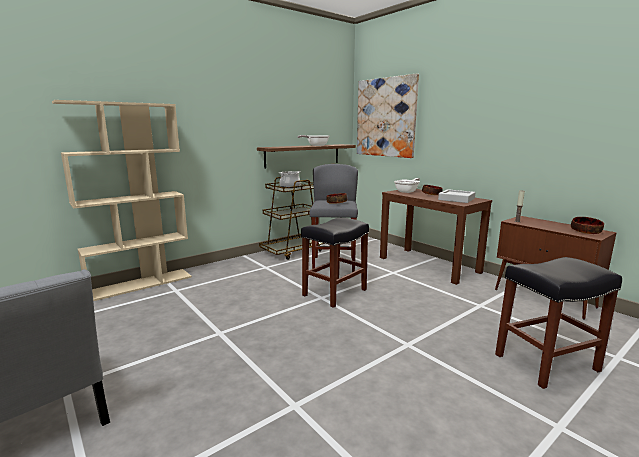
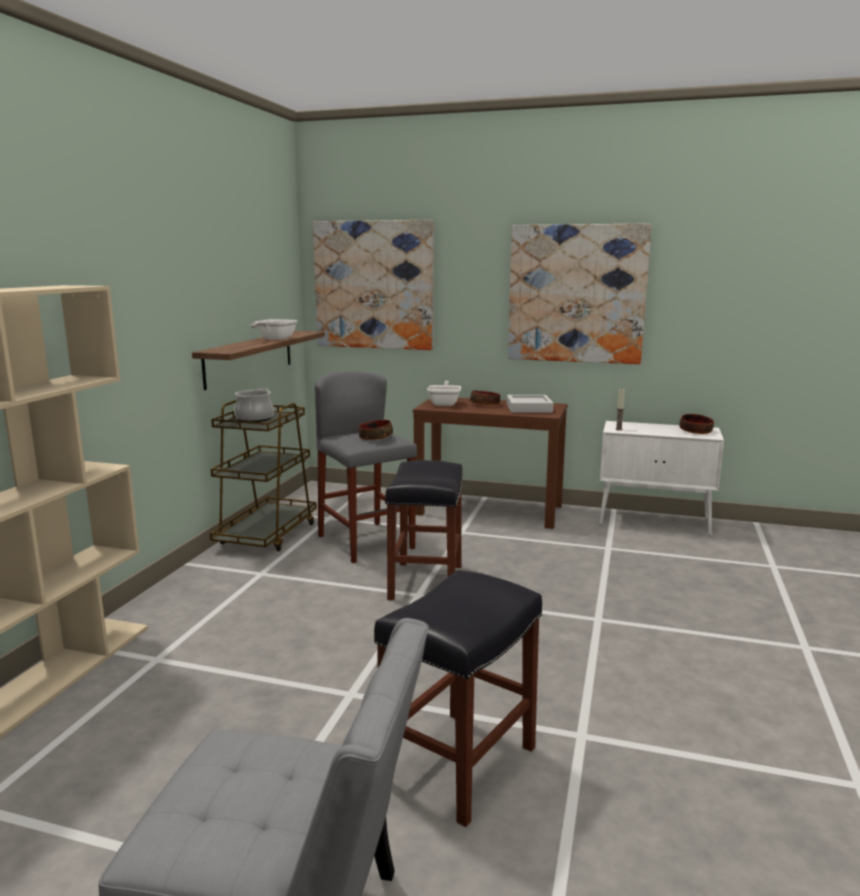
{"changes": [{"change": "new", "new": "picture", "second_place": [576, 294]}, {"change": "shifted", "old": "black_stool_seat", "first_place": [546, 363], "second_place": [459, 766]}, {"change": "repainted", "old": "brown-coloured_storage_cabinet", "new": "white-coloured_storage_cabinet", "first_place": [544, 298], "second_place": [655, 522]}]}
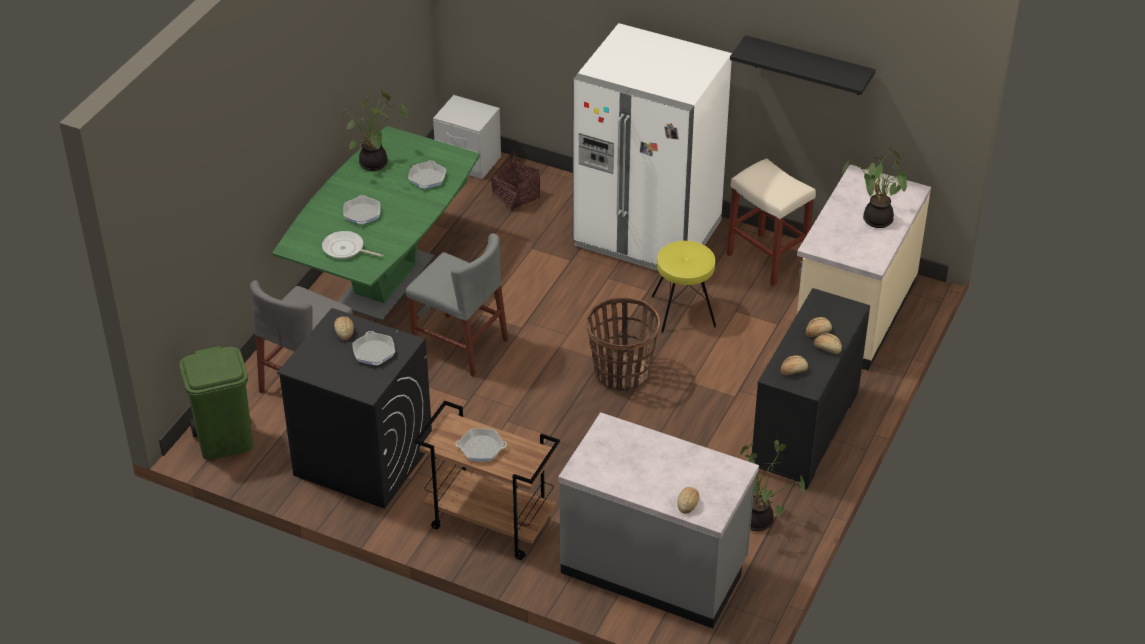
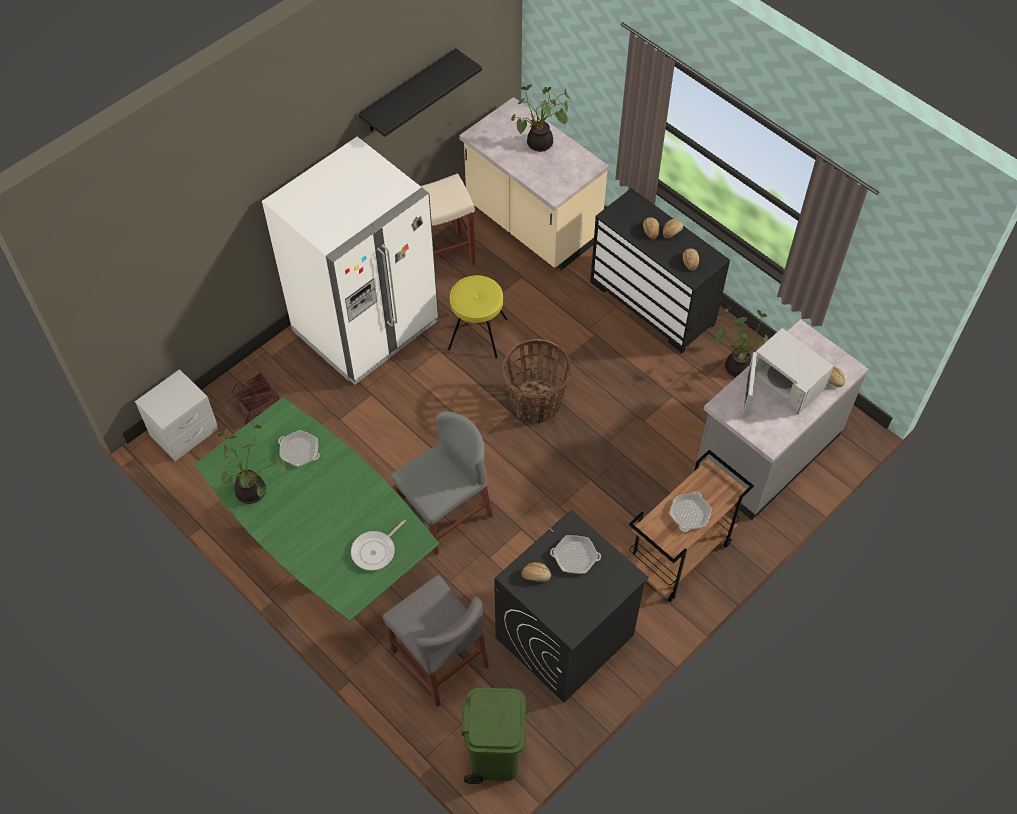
{"changes": [{"change": "gone", "old": "skillet", "first_place": [362, 213]}, {"change": "new", "new": "white-coloured_kitchen_microwave", "second_place": [782, 383]}]}
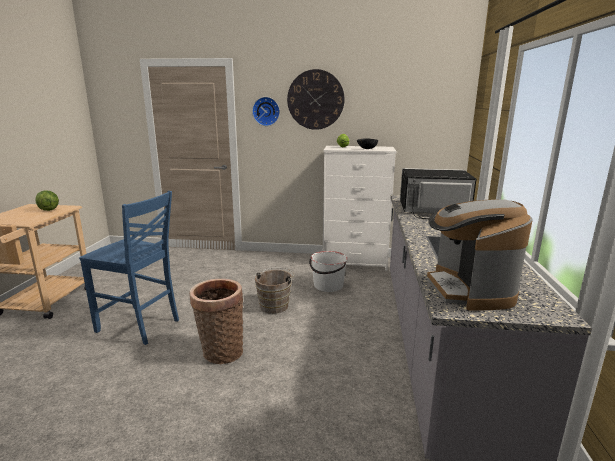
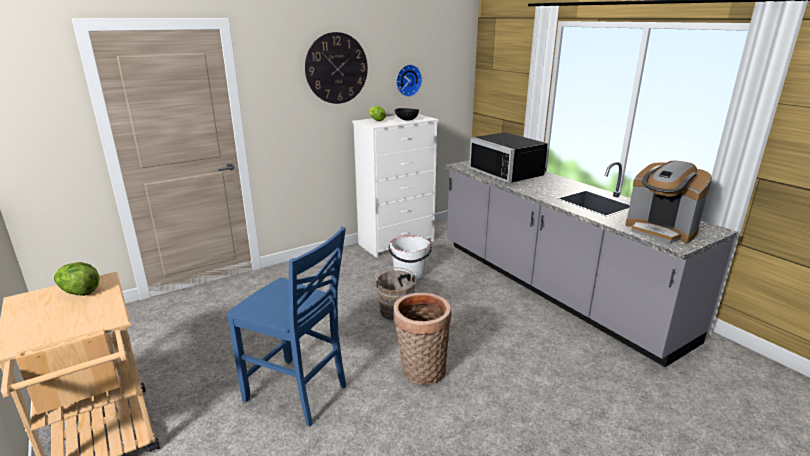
{"changes": [{"change": "shifted", "old": "wall_clock", "first_place": [266, 111], "second_place": [407, 80]}, {"change": "rotated", "old": "blue_chair", "first_place": [140, 326], "second_place": [298, 393], "degrees": 45}, {"change": "rotated", "old": "black_kitchen_microwave", "first_place": [433, 210], "second_place": [509, 173], "degrees": -90}]}
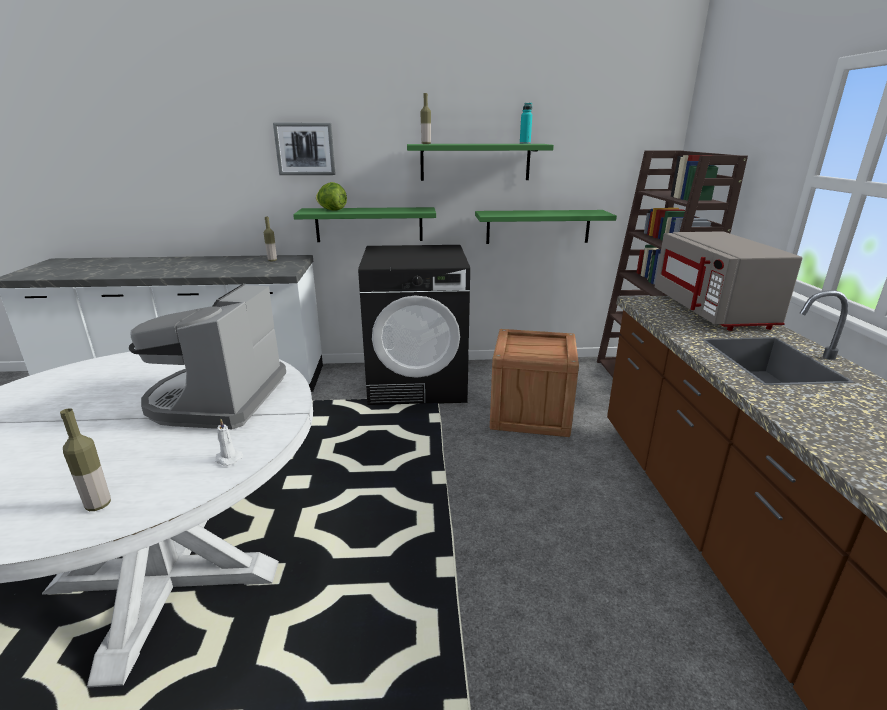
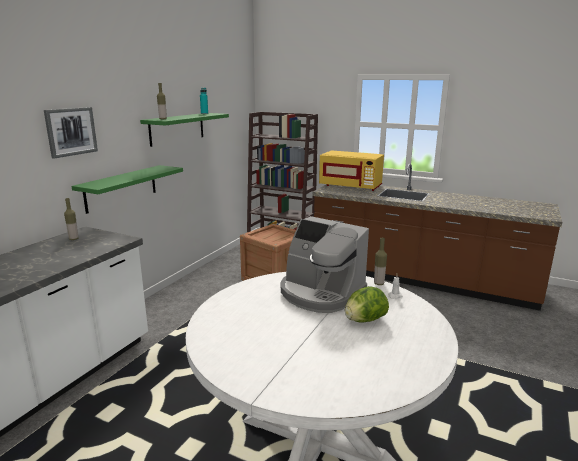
{"changes": [{"change": "gone", "old": "black_laundry_appliance", "first_place": [417, 382]}, {"change": "gone", "old": "green-coloured_wall_shelf", "first_place": [538, 226]}, {"change": "shifted", "old": "drink_bottle", "first_place": [98, 505], "second_place": [379, 283]}, {"change": "shifted", "old": "head_of_lettuce", "first_place": [332, 210], "second_place": [364, 320]}, {"change": "repainted", "old": "gray_kitchen_microwave", "new": "yellowish_kitchen_microwave", "first_place": [712, 311], "second_place": [350, 186]}]}
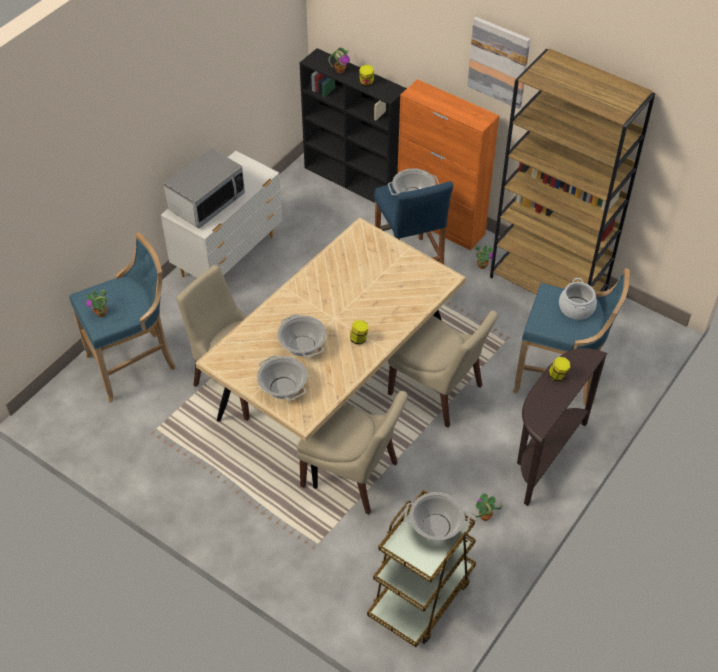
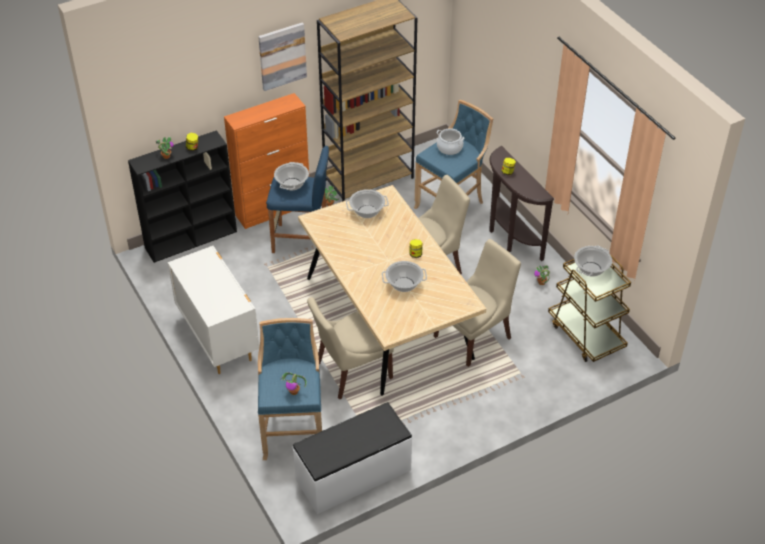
{"changes": [{"change": "gone", "old": "kitchen_microwave", "first_place": [206, 202]}, {"change": "new", "new": "white-coloured_indoor_bench", "second_place": [354, 475]}, {"change": "shifted", "old": "stockpot", "first_place": [282, 387], "second_place": [367, 212]}]}
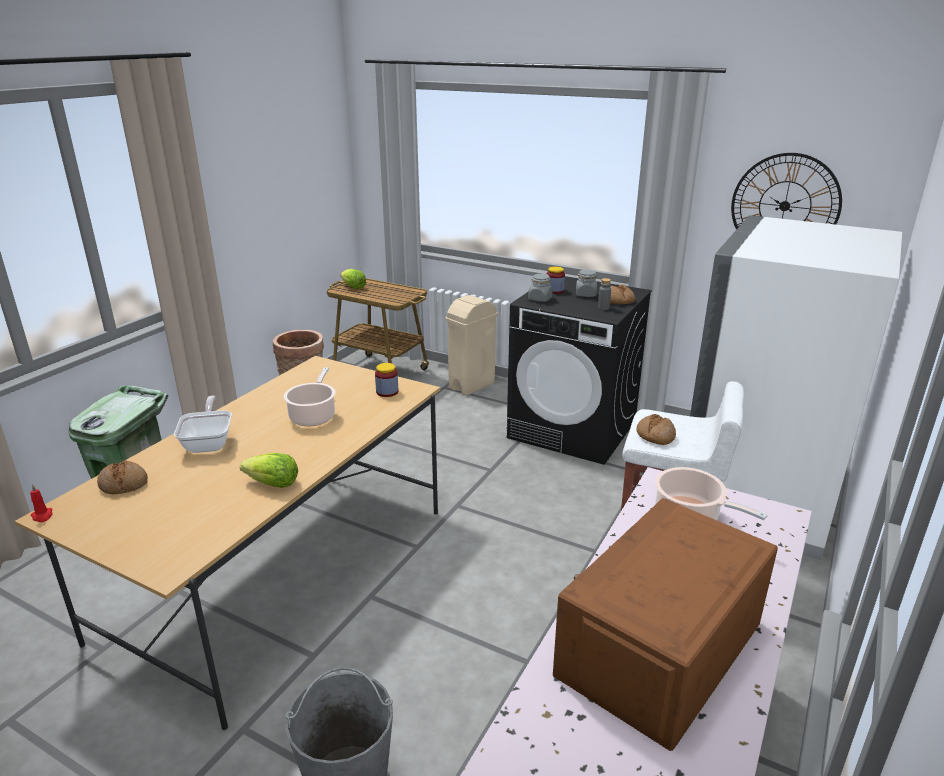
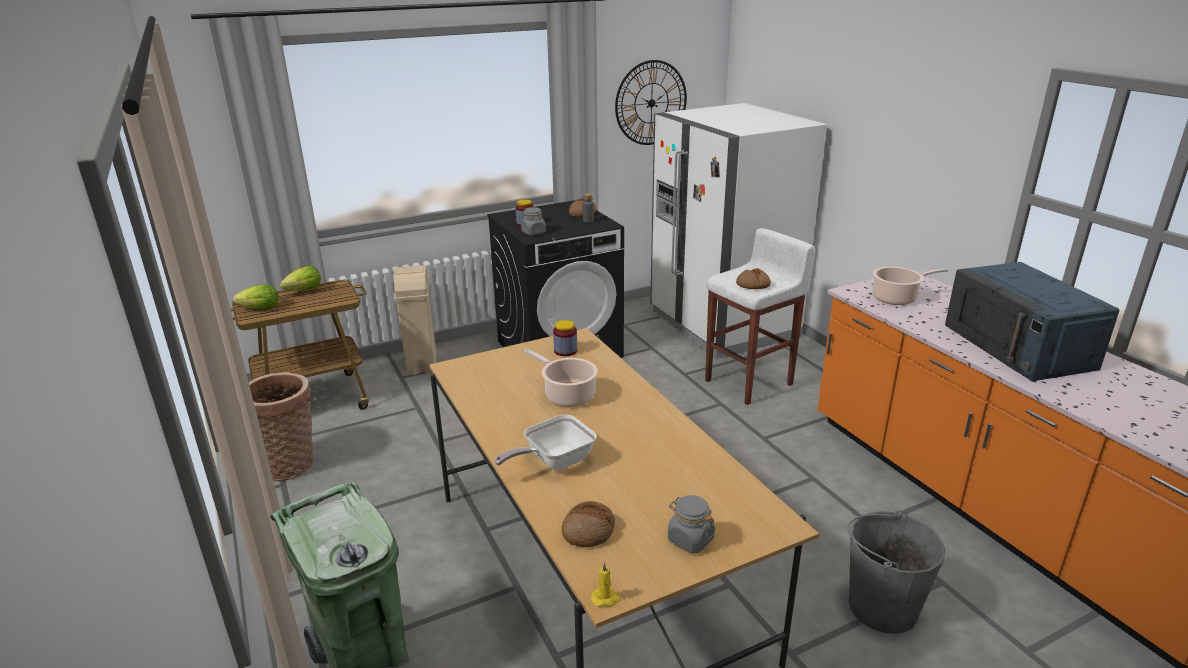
{"changes": [{"change": "shifted", "old": "head_of_lettuce", "first_place": [273, 484], "second_place": [305, 290]}, {"change": "shifted", "old": "gray_preserve_jar", "first_place": [585, 294], "second_place": [690, 539]}, {"change": "repainted", "old": "red_wax_candle", "new": "yellowish_wax_candle", "first_place": [42, 516], "second_place": [606, 598]}, {"change": "repainted", "old": "brown-coloured_kitchen_microwave", "new": "blue_kitchen_microwave", "first_place": [660, 649], "second_place": [1019, 346]}, {"change": "rotated", "old": "skillet", "first_place": [209, 442], "second_place": [553, 462], "degrees": -60}]}
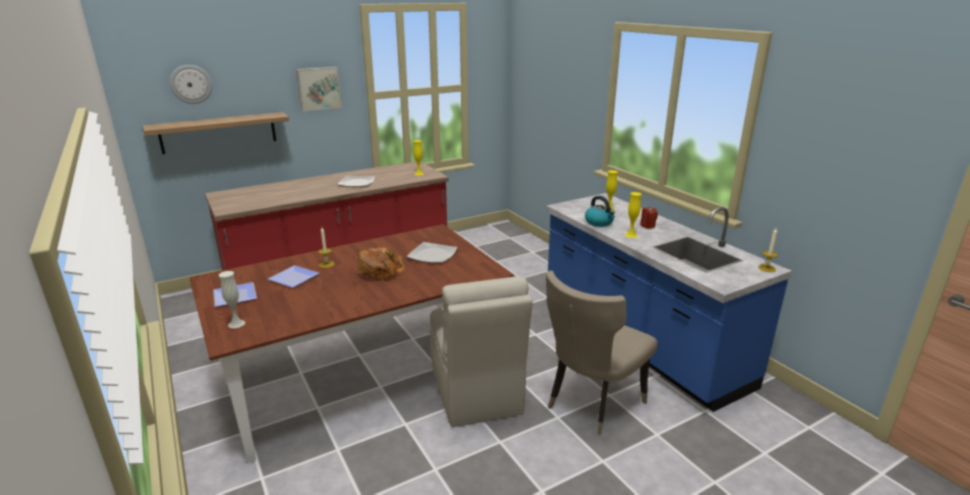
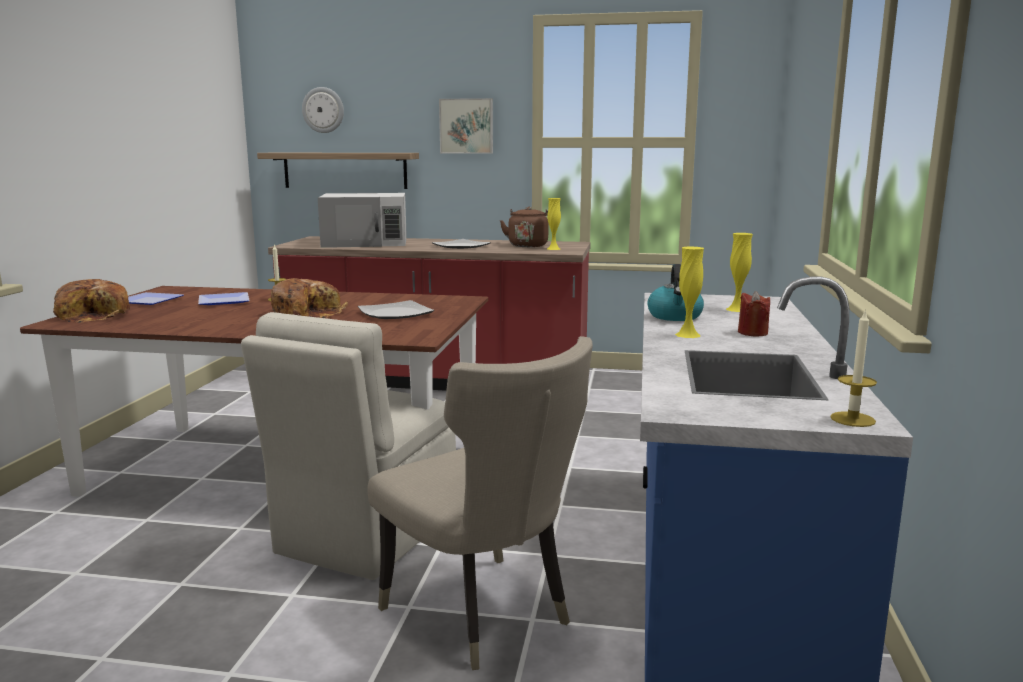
{"changes": [{"change": "new", "new": "white-coloured_kitchen_microwave", "second_place": [366, 242]}, {"change": "new", "new": "brown-coloured_water_kettle", "second_place": [528, 245]}, {"change": "swapped", "old": "white-coloured_flower_vase", "new": "bread", "first_place": [236, 324], "second_place": [95, 315]}, {"change": "rotated", "old": "sand-coloured_chair", "first_place": [591, 404], "second_place": [483, 615], "degrees": -120}]}
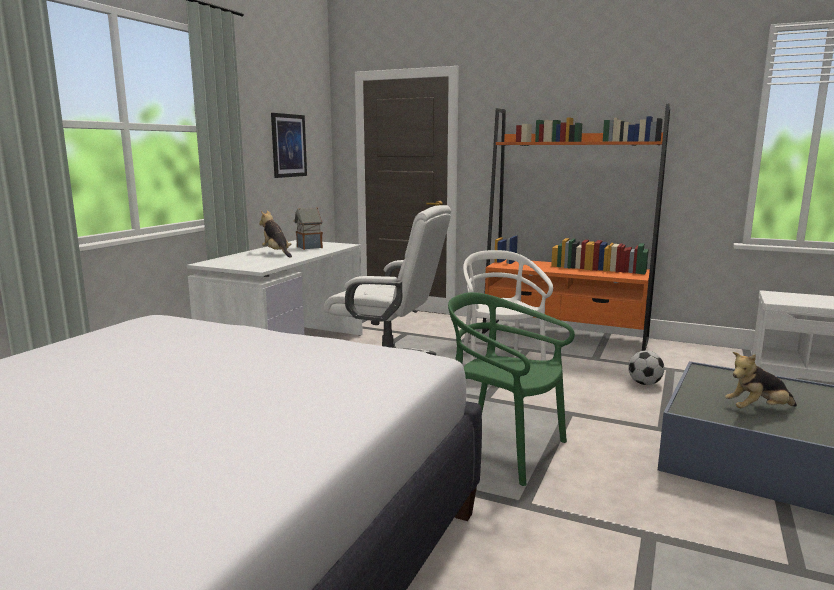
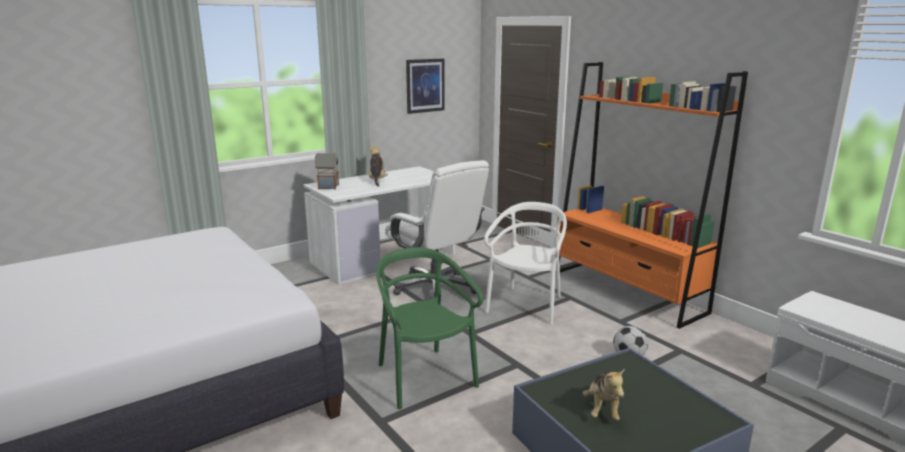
{"changes": [{"change": "shifted", "old": "miniature_house", "first_place": [309, 247], "second_place": [328, 187]}, {"change": "rotated", "old": "plush_toy", "first_place": [758, 410], "second_place": [602, 409], "degrees": -105}]}
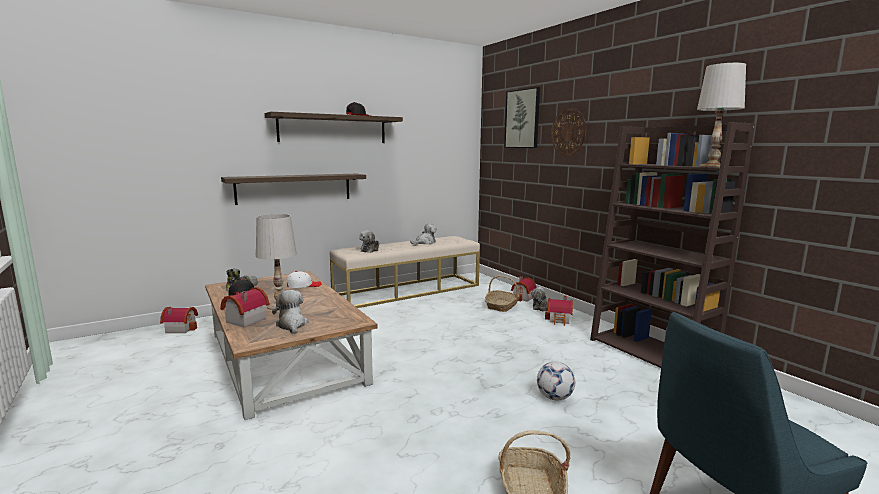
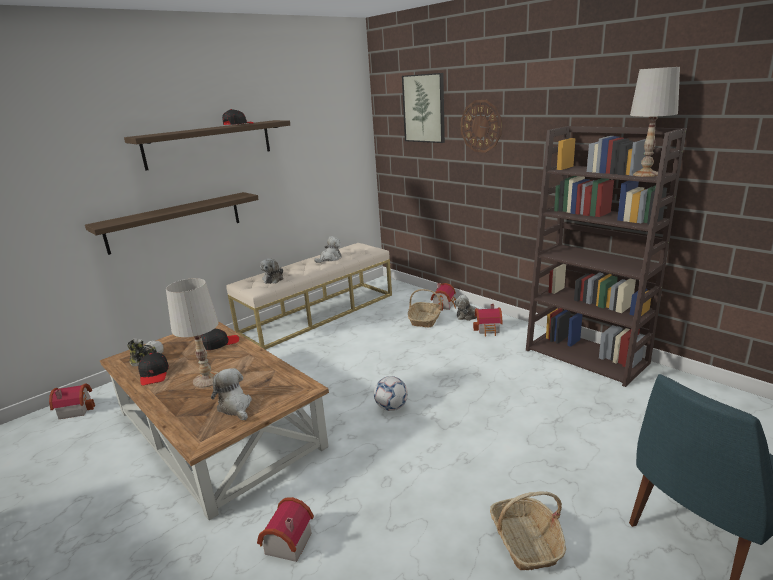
{"changes": [{"change": "shifted", "old": "miniature_house", "first_place": [244, 320], "second_place": [285, 544]}, {"change": "shifted", "old": "football_ball", "first_place": [554, 397], "second_place": [391, 407]}, {"change": "repainted", "old": "white-coloured_baseball_cap", "new": "black_baseball_cap", "first_place": [304, 285], "second_place": [219, 343]}]}
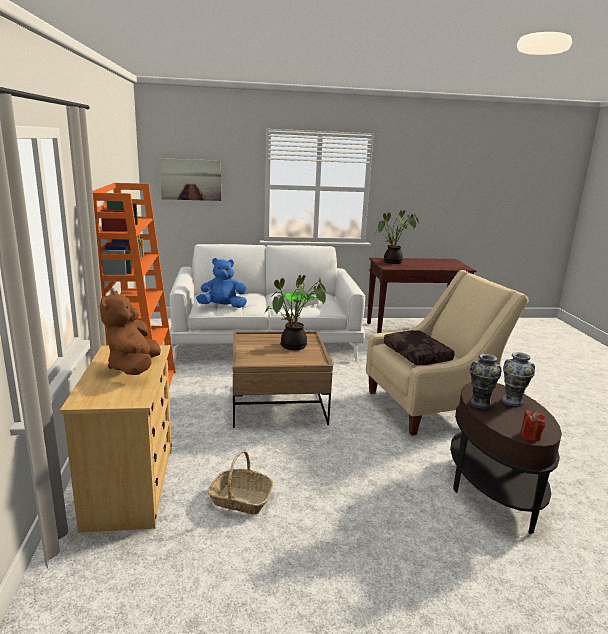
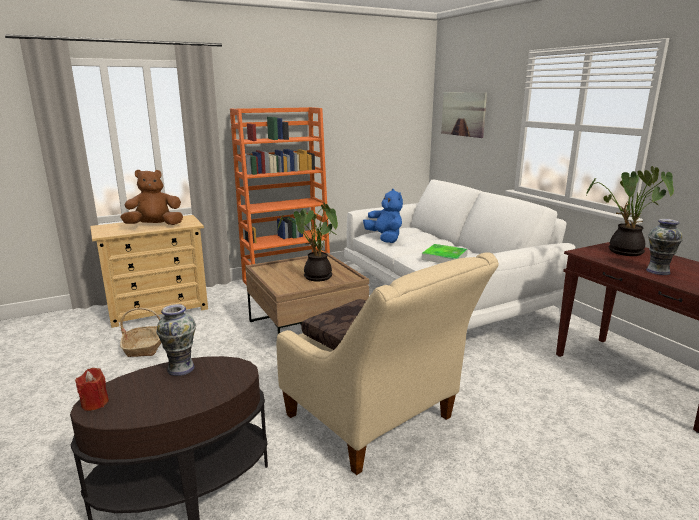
{"changes": [{"change": "shifted", "old": "flower_vase", "first_place": [512, 401], "second_place": [658, 271]}]}
